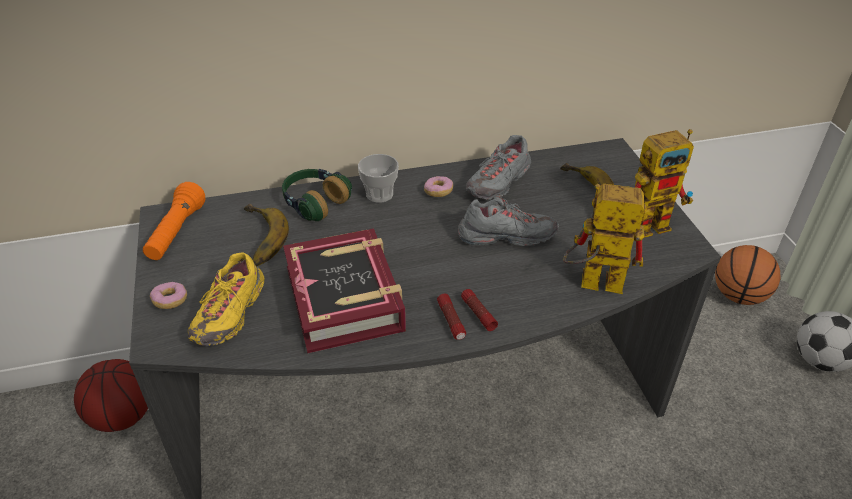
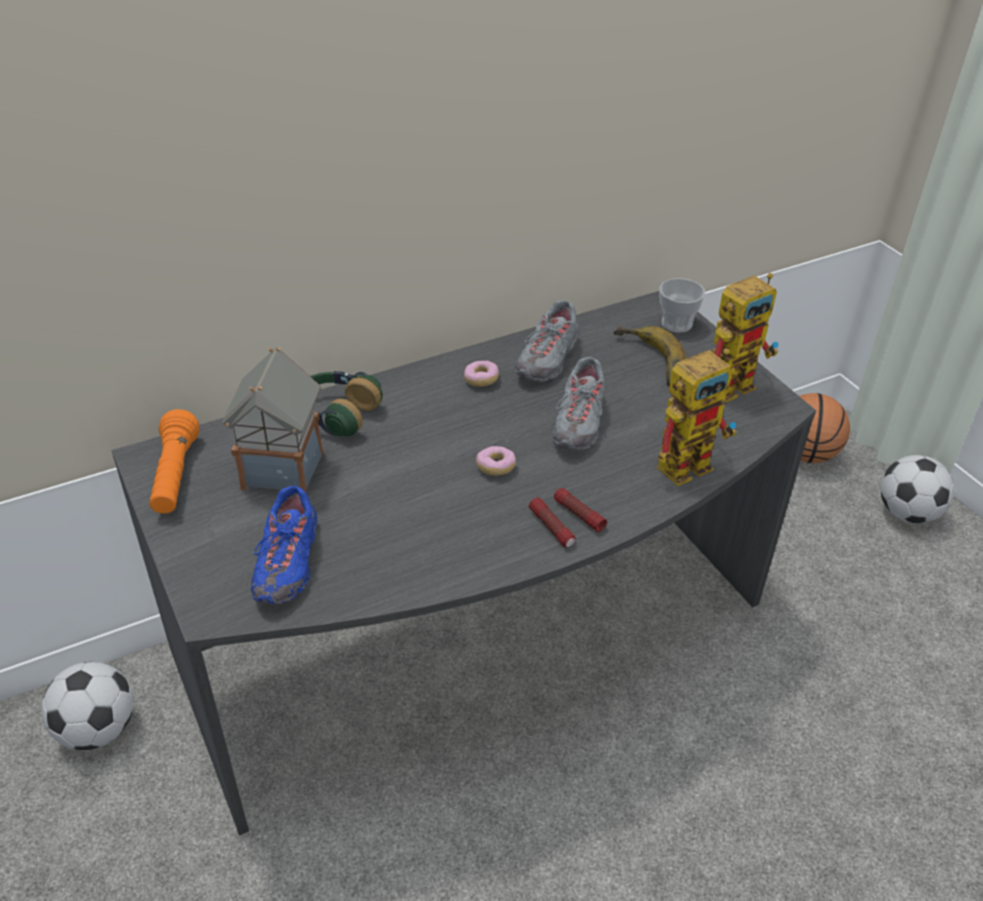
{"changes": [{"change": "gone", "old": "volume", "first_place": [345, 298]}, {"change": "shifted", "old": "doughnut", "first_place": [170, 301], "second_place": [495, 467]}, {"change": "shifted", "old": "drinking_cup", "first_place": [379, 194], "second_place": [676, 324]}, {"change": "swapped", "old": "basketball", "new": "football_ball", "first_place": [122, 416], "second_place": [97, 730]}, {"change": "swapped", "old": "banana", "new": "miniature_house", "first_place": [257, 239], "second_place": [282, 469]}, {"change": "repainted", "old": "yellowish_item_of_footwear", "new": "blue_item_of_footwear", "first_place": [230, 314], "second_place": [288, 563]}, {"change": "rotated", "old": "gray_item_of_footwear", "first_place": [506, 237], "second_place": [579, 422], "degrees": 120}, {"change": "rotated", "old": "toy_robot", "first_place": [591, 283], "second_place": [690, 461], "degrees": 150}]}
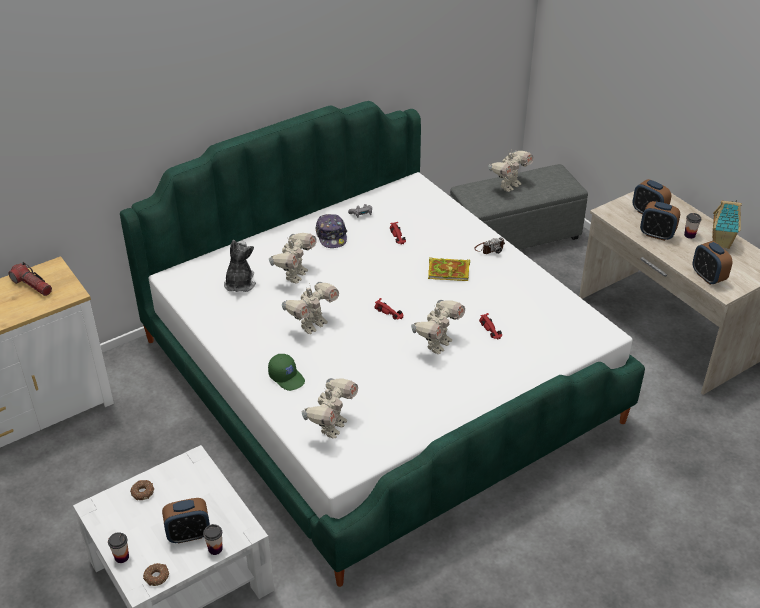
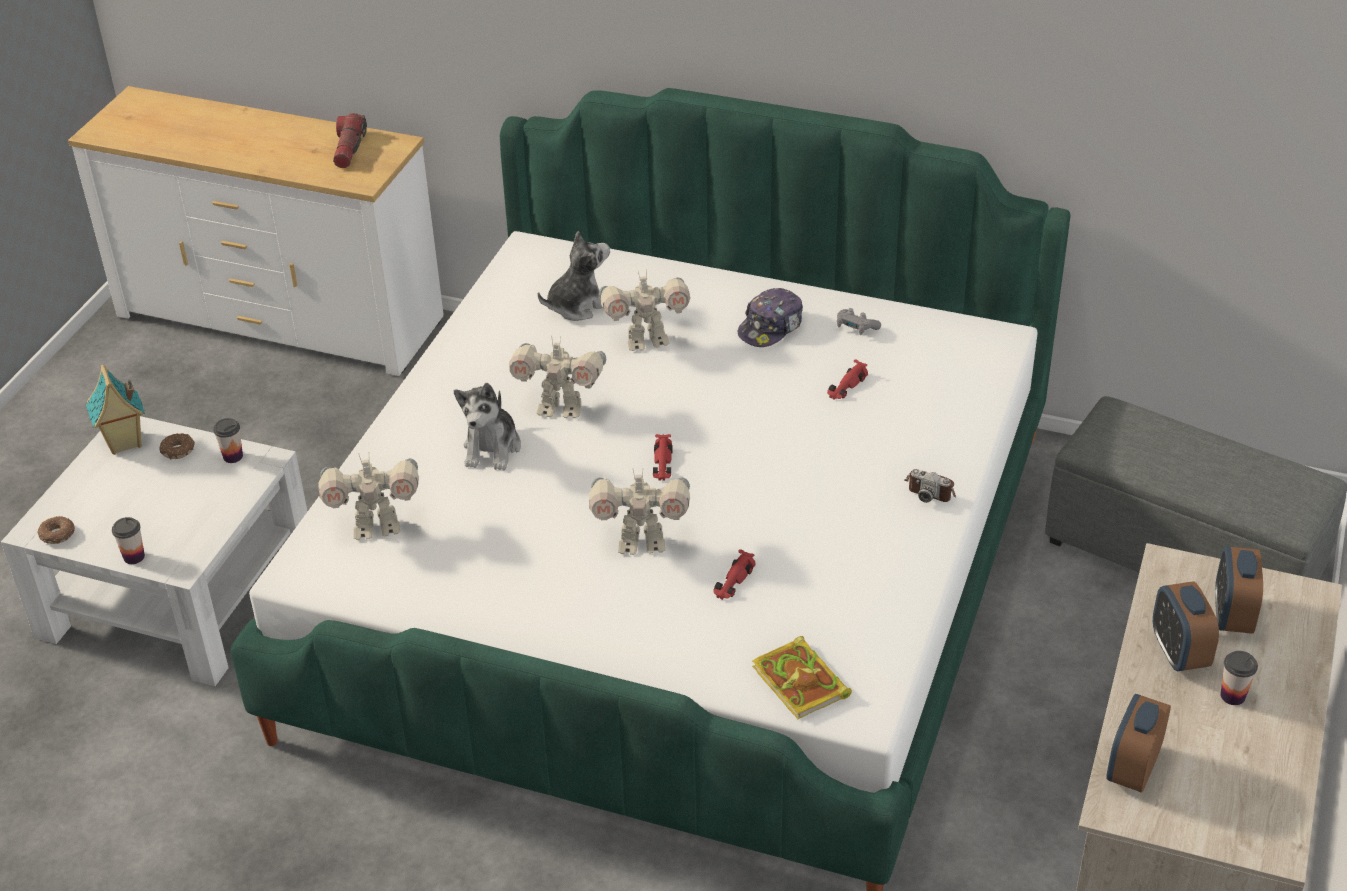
{"changes": [{"change": "gone", "old": "alarm_clock", "first_place": [189, 534]}, {"change": "gone", "old": "green-coloured_baseball_cap", "first_place": [287, 377]}, {"change": "gone", "old": "toy_robot", "first_place": [509, 186]}, {"change": "new", "new": "plush_toy", "second_place": [492, 448]}, {"change": "shifted", "old": "drinking_cup", "first_place": [122, 557], "second_place": [233, 456]}, {"change": "shifted", "old": "volume", "first_place": [449, 271], "second_place": [802, 683]}, {"change": "shifted", "old": "miniature_house", "first_place": [721, 243], "second_place": [124, 443]}]}
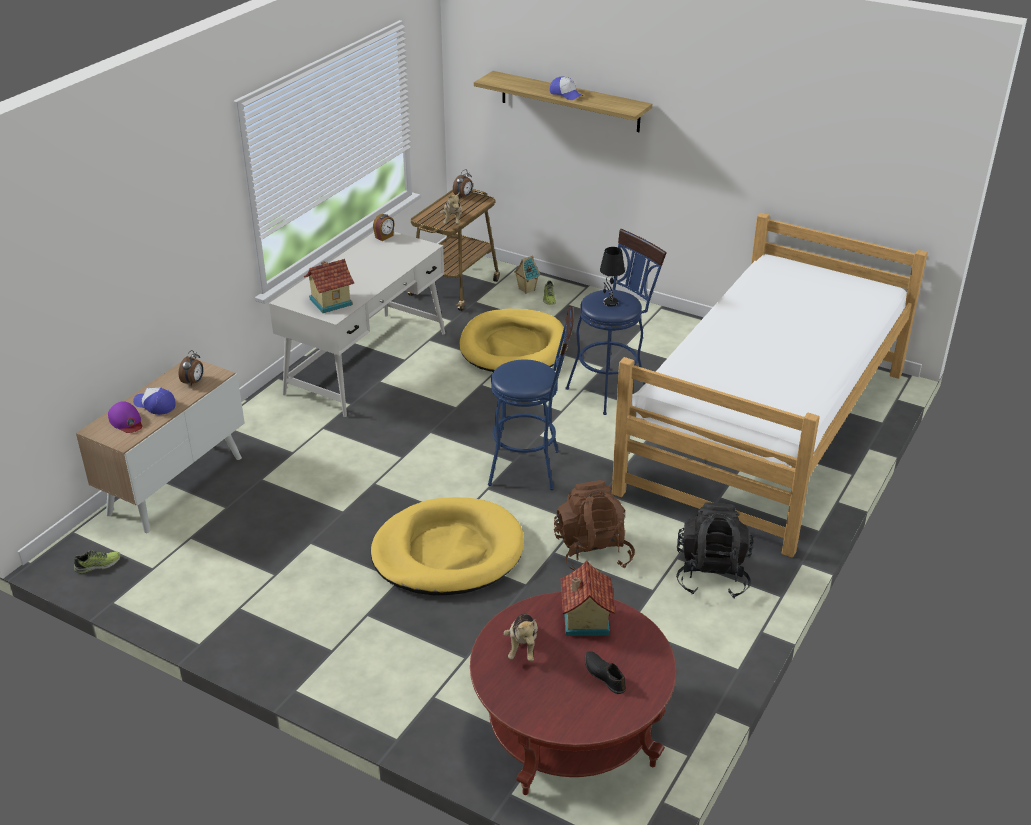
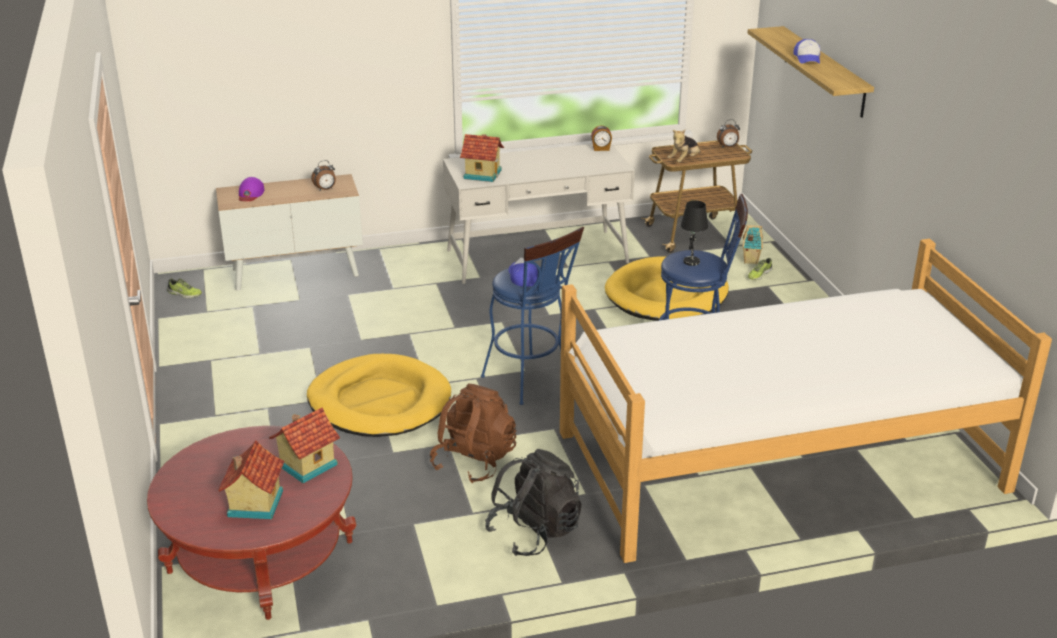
{"changes": [{"change": "gone", "old": "plush_toy", "first_place": [522, 646]}, {"change": "shifted", "old": "baseball_cap", "first_place": [155, 405], "second_place": [522, 276]}, {"change": "swapped", "old": "black_item_of_footwear", "new": "miniature_house", "first_place": [604, 675], "second_place": [253, 504]}]}
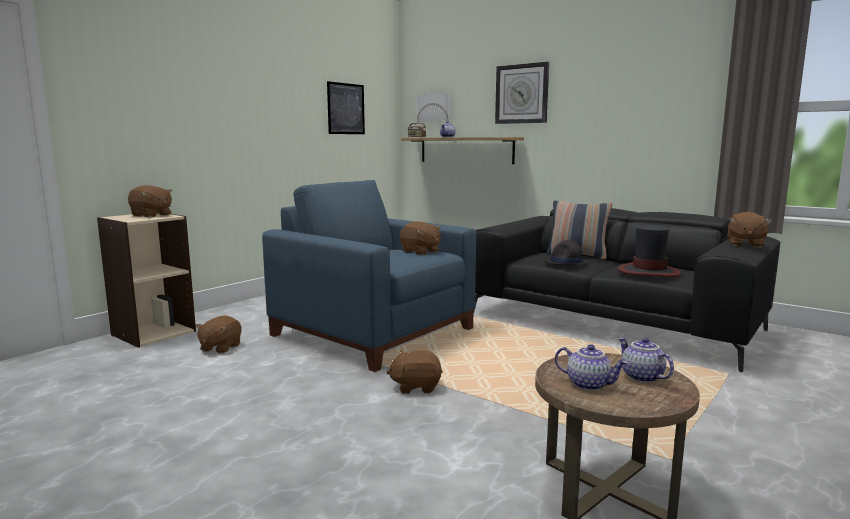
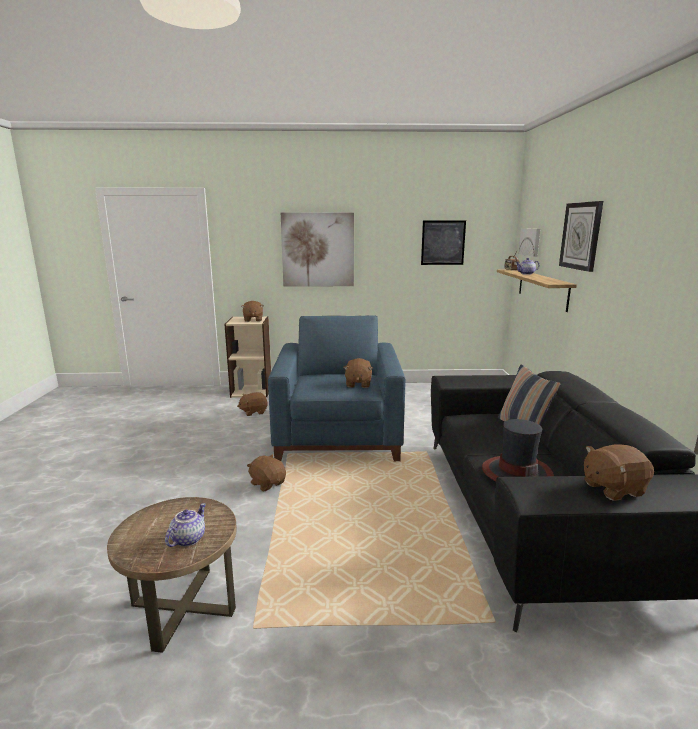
{"changes": [{"change": "gone", "old": "black_hat", "first_place": [566, 262]}, {"change": "gone", "old": "tea_pot", "first_place": [589, 384]}, {"change": "new", "new": "picture", "second_place": [318, 250]}]}
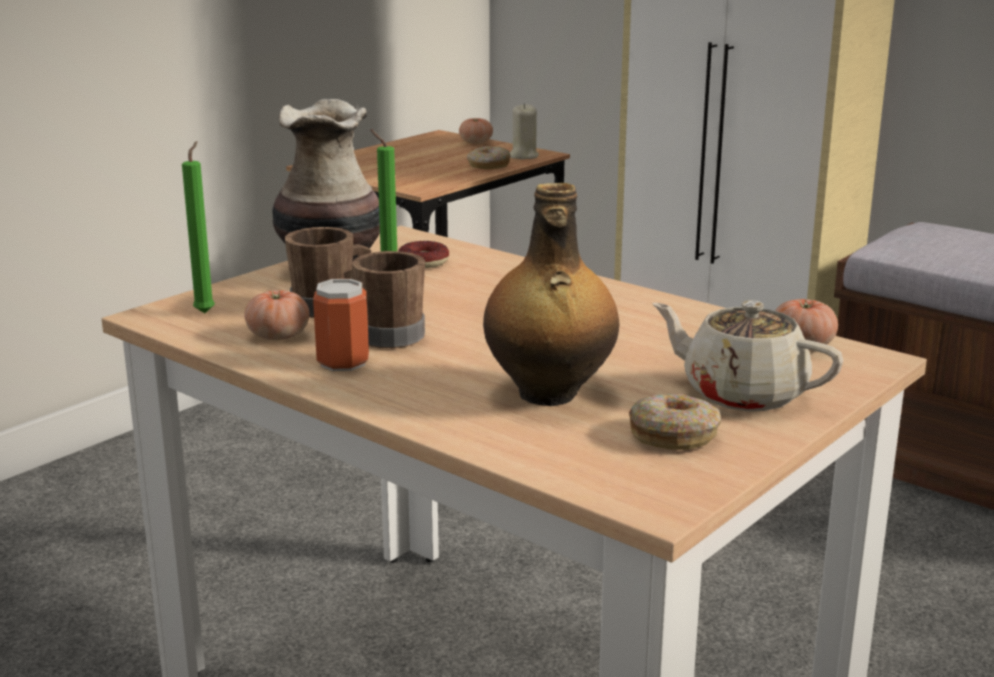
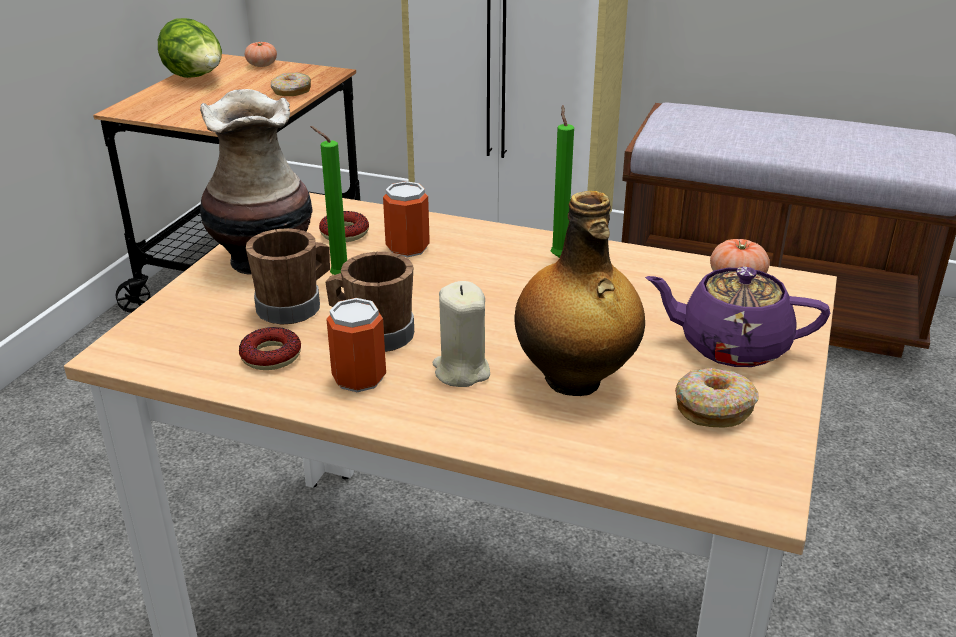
{"changes": [{"change": "new", "new": "head_of_lettuce", "second_place": [196, 78]}, {"change": "new", "new": "can", "second_place": [407, 248]}, {"change": "shifted", "old": "green-coloured_wax_candle", "first_place": [206, 312], "second_place": [559, 256]}, {"change": "shifted", "old": "sand-coloured_wax_candle", "first_place": [523, 156], "second_place": [461, 371]}, {"change": "swapped", "old": "fresh_tomato", "new": "doughnut", "first_place": [278, 336], "second_place": [271, 356]}, {"change": "repainted", "old": "sand-coloured_tea_pot", "new": "purple_tea_pot", "first_place": [741, 393], "second_place": [731, 346]}]}
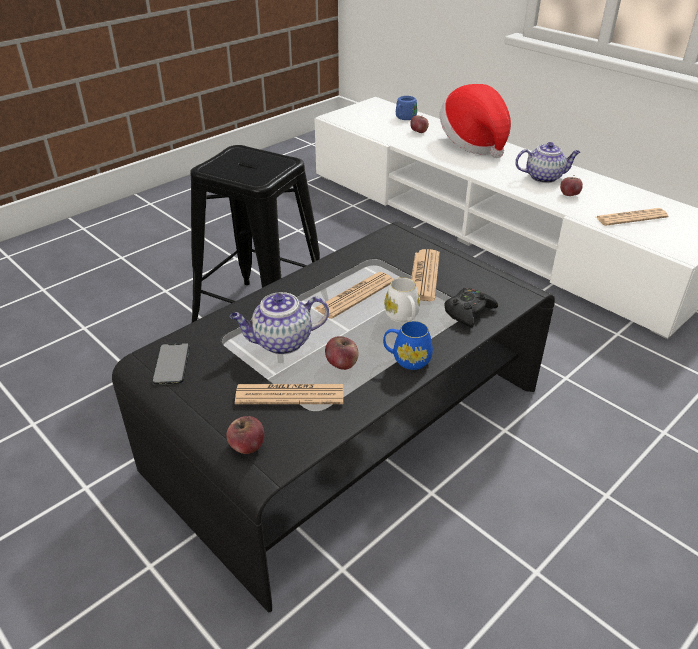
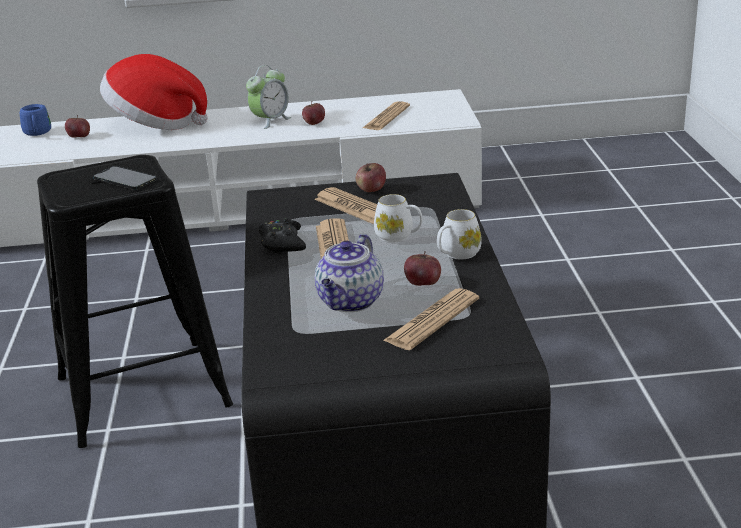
{"changes": [{"change": "shifted", "old": "handset", "first_place": [171, 363], "second_place": [124, 178]}, {"change": "shifted", "old": "whole_apple", "first_place": [247, 446], "second_place": [371, 190]}, {"change": "shifted", "old": "black_gamepad", "first_place": [468, 312], "second_place": [282, 243]}, {"change": "swapped", "old": "tea_pot", "new": "alarm_clock", "first_place": [544, 177], "second_place": [270, 121]}, {"change": "repainted", "old": "blue_coffee_mug", "new": "white-coloured_coffee_mug", "first_place": [406, 359], "second_place": [457, 254]}]}
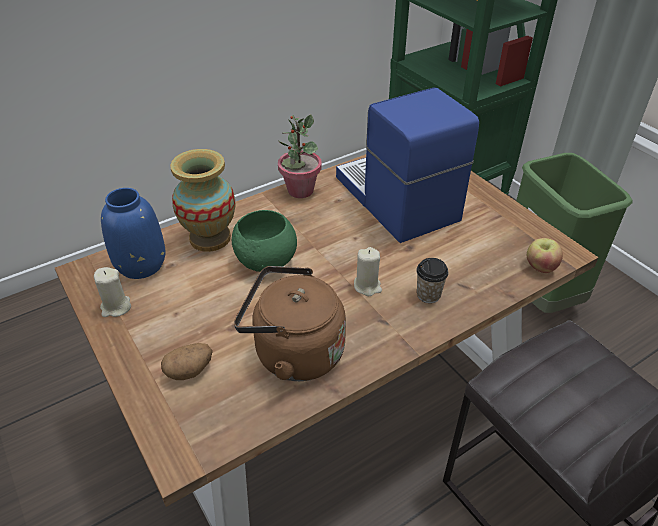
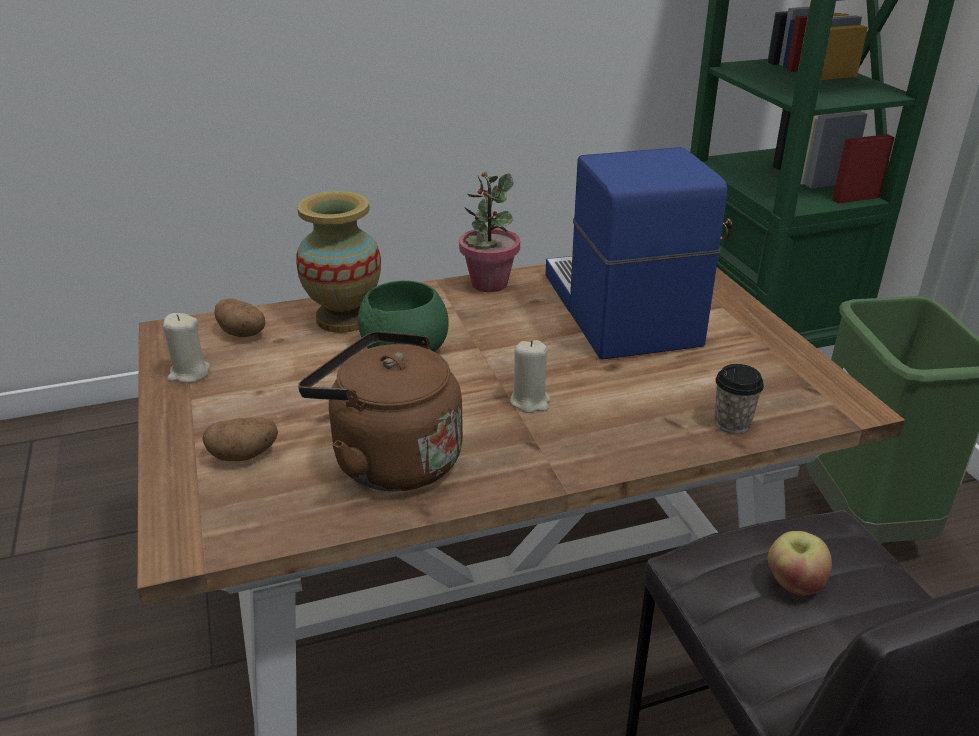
{"changes": [{"change": "shifted", "old": "drinking_cup", "first_place": [428, 295], "second_place": [732, 423]}, {"change": "shifted", "old": "whole_apple", "first_place": [540, 267], "second_place": [793, 583]}, {"change": "swapped", "old": "blue_flower_vase", "new": "whole_potato", "first_place": [141, 264], "second_place": [243, 334]}]}
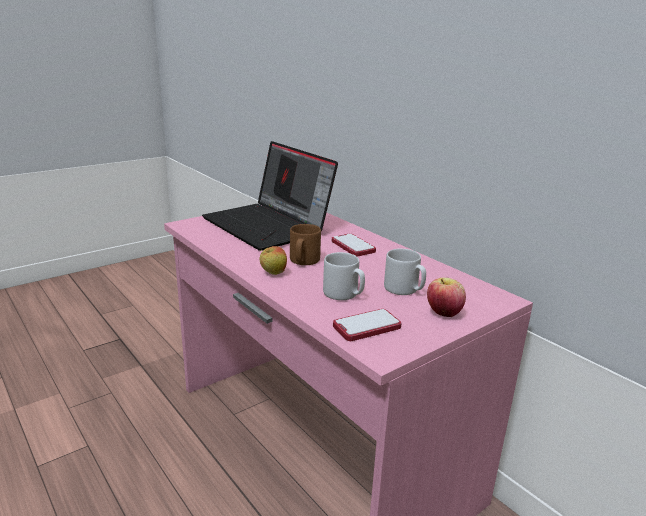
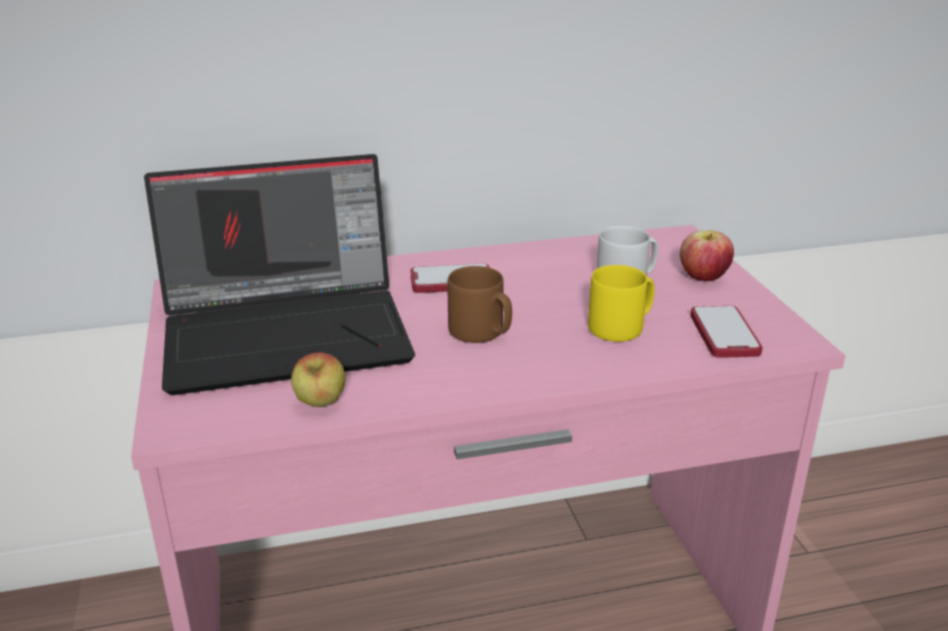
{"changes": [{"change": "shifted", "old": "whole_apple", "first_place": [273, 273], "second_place": [321, 405]}, {"change": "repainted", "old": "gray_coffee_mug", "new": "yellowish_coffee_mug", "first_place": [344, 294], "second_place": [621, 327]}]}
